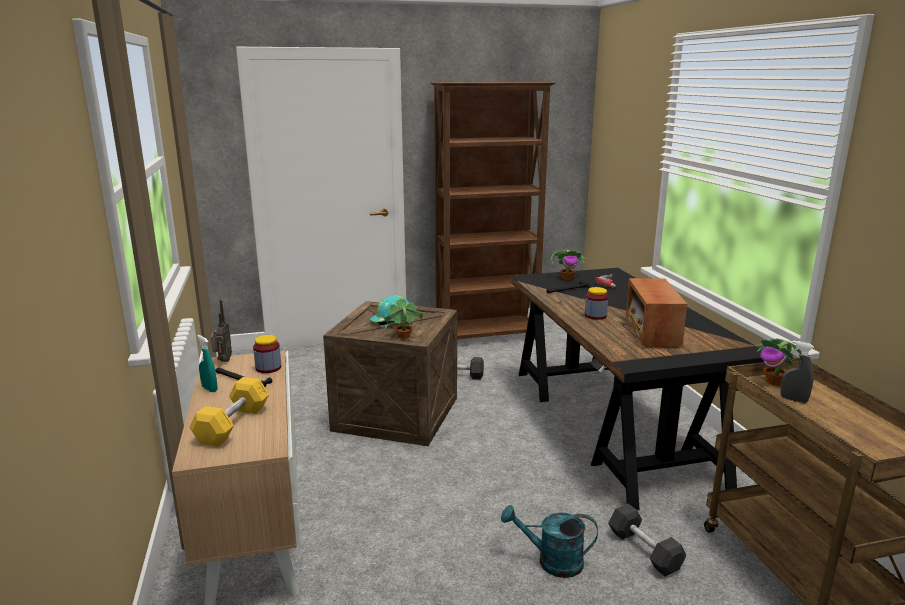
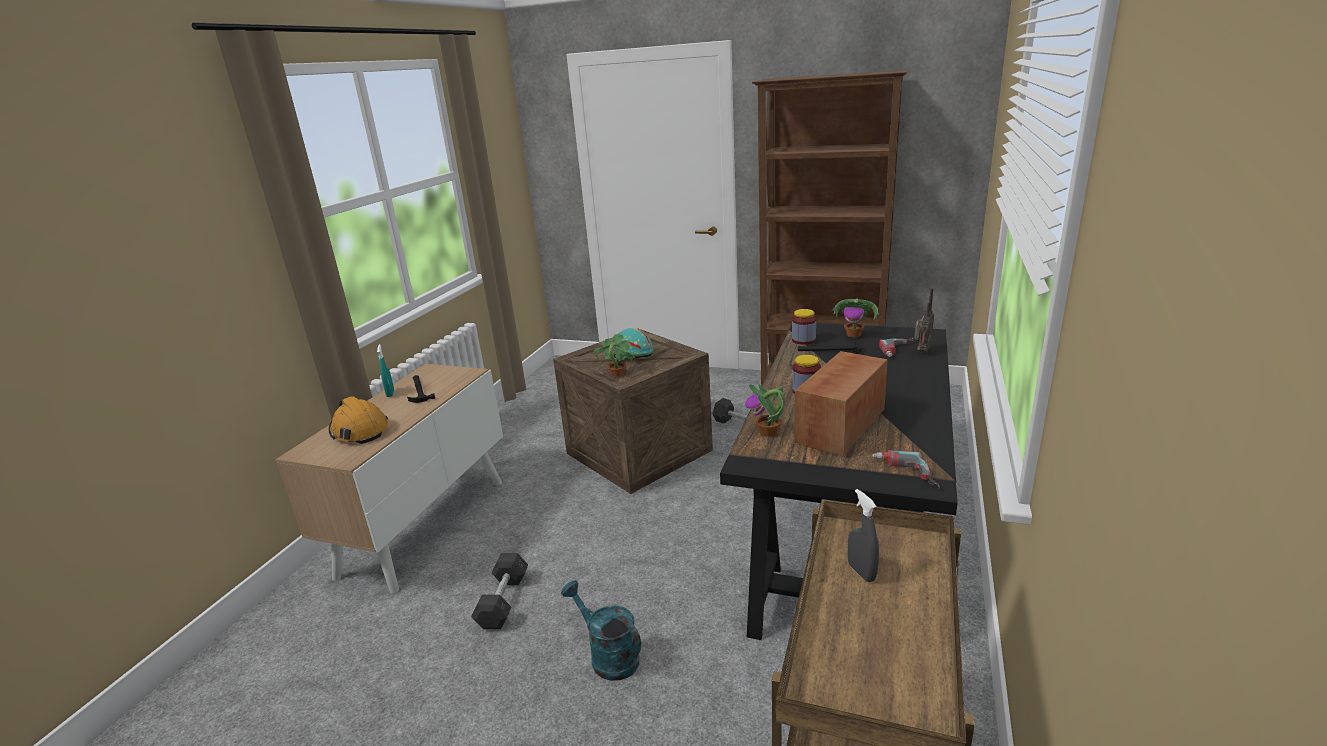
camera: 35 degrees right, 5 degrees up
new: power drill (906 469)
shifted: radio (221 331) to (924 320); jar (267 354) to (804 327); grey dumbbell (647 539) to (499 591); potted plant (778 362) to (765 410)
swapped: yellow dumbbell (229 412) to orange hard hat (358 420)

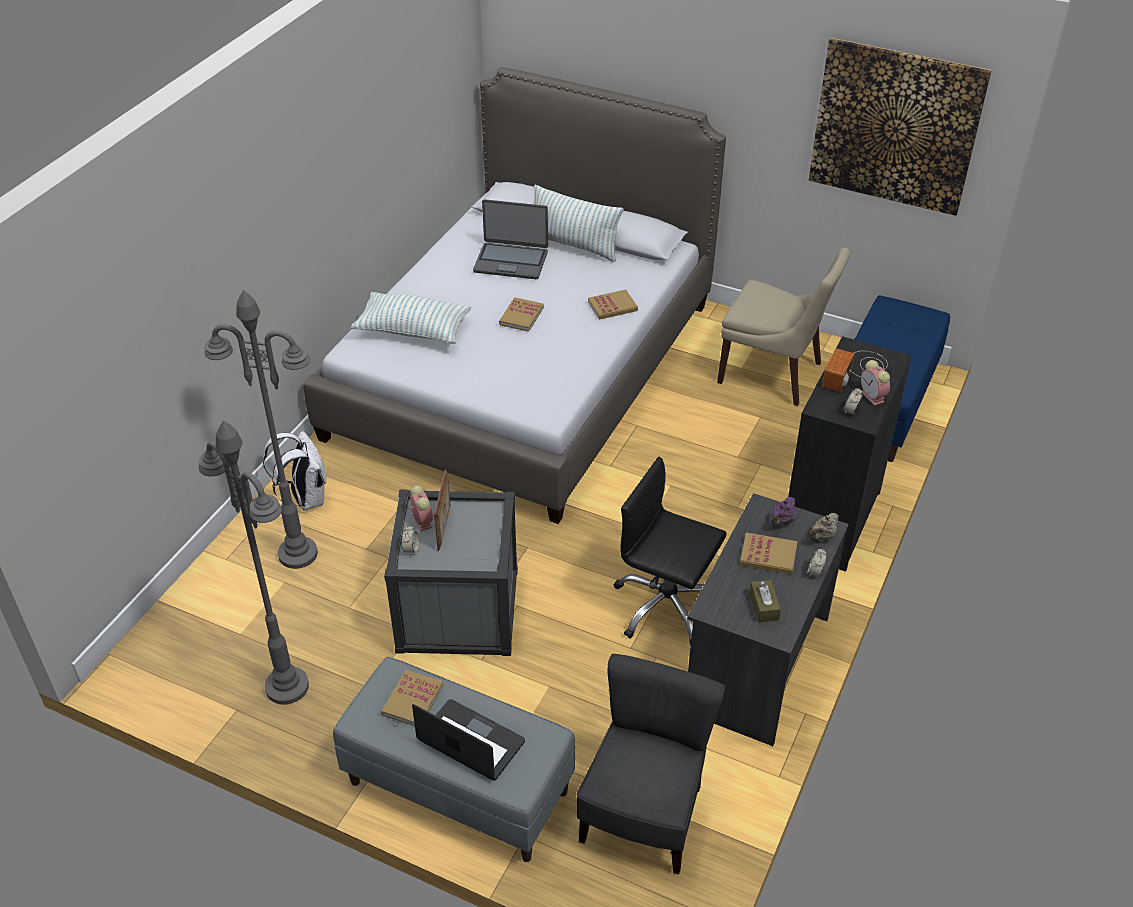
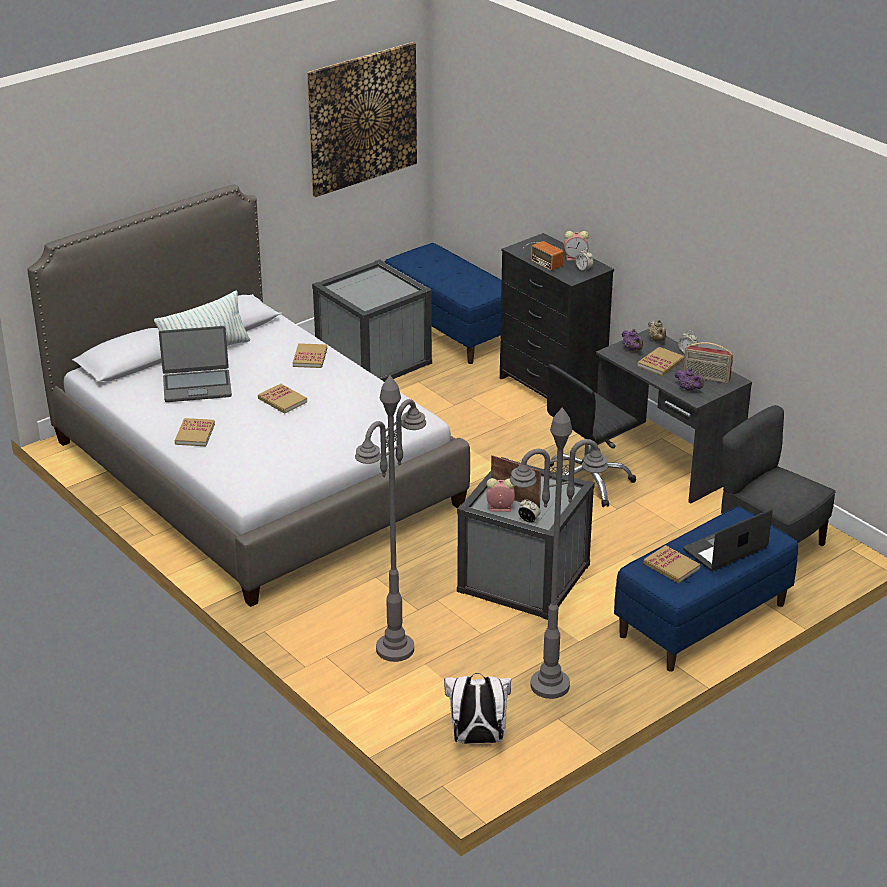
camera: 65 degrees left, 10 degrees down
gone: pillow (411 318)
new: book (195 432); purple teapot (689 379)
shifted: white backpack (295 471) to (477 708)
swapped: beige chair (783 327) to grey storage box (372 320); brown tissue box (765 601) to radio (708 362)
repainted: grey bench (454 759) to blue bench (706 589)
rotated: laptop (510 239) = (195 364) 45 degrees clockwise

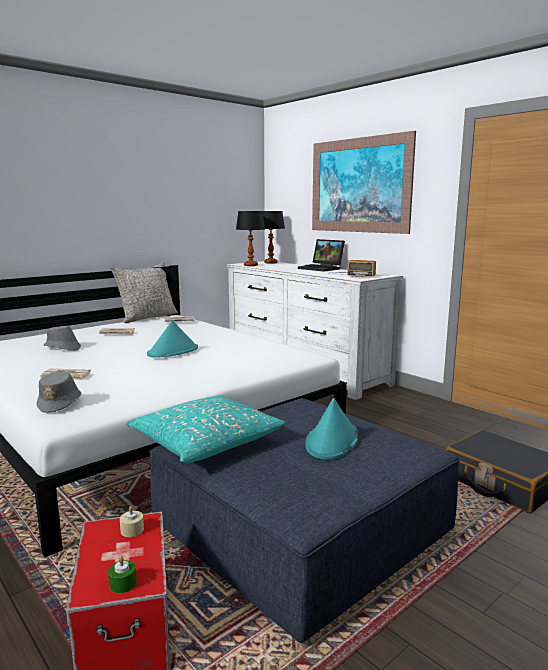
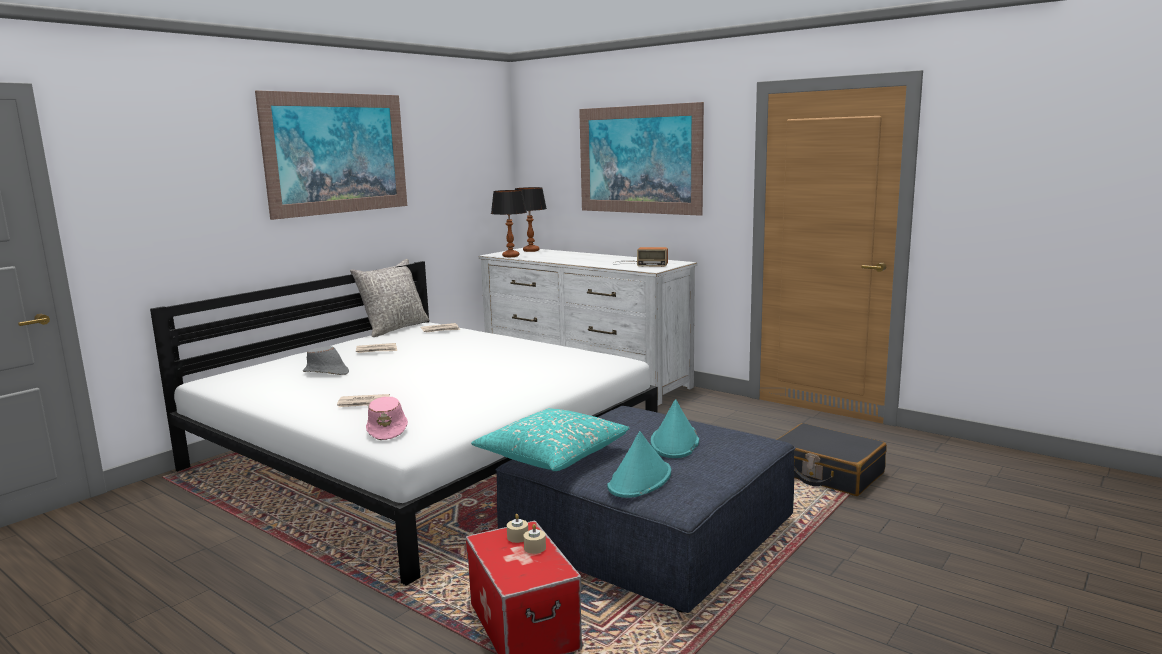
camera: 10 degrees left, 0 degrees up
gone: green candle (122 574); laptop (321 255)
new: picture (331 155); beige candle (534 539)
shifted: turquoise hat (172 339) to (639 464)
repainted: grey hat (59 392) to pink hat (387 418)

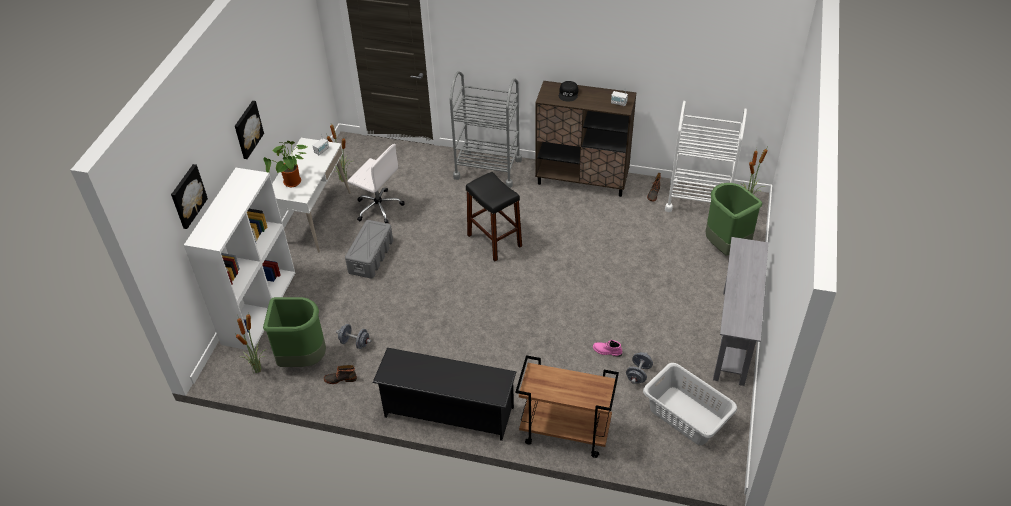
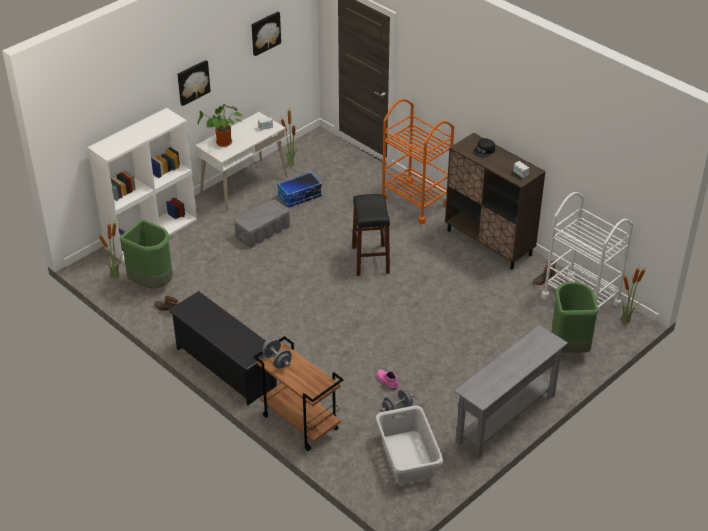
camera: 30 degrees right, 5 degrees down
shifted: picture (189 196) to (266 34); grey dumbbell (353 336) to (277 353)
swapped: white office chair (376 183) to storage box (299 190)
repainted: grey cart (486 129) to orange cart (417 161)

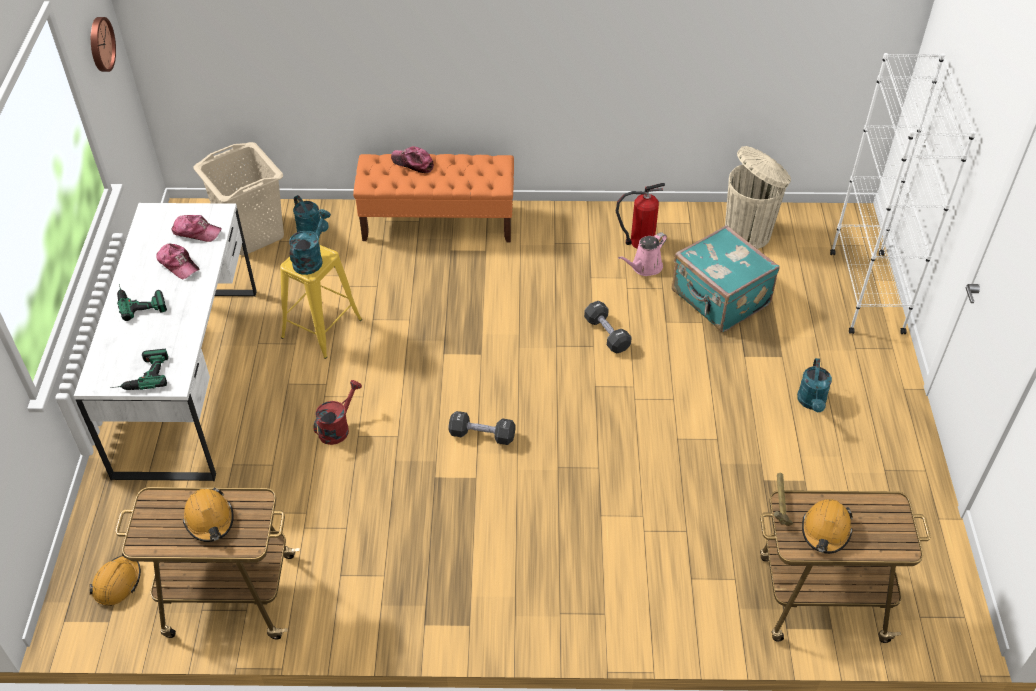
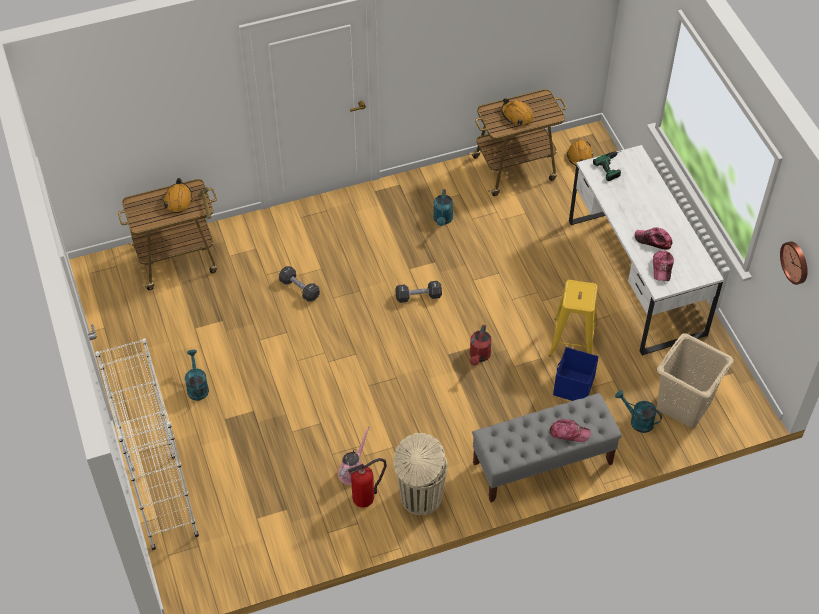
camera: 160 degrees right, 5 degrees up
gone: power drill (142 303); turquoise suitcase (726 278)
new: blue storage box (576 374)
shifted: turquoise watering can (310 242) to (443 207); red watering can (337 412) to (481 345); black dumbbell (608 327) to (299 284); beige trash can (758 197) to (420 474)
repainted: orange bench (433 198) to grey bench (547 447)
rotated: cap (196 228) = (663 266) 75 degrees counterclockwise

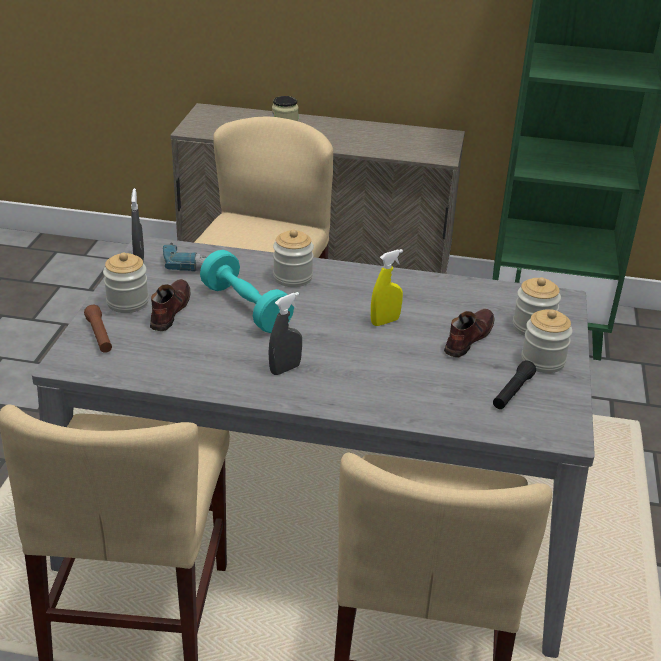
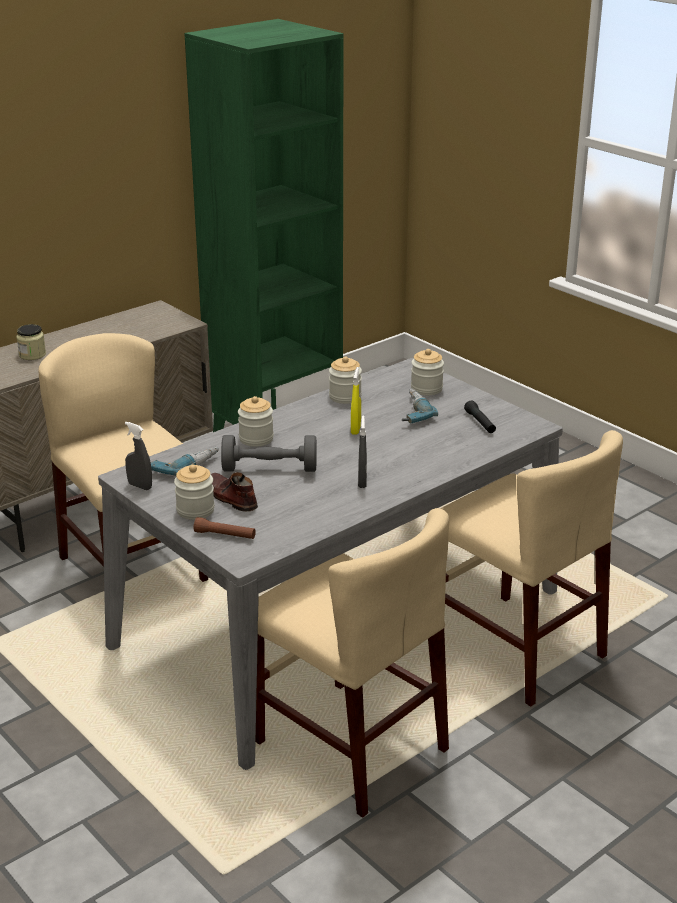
camera: 50 degrees left, 5 degrees down
shifted: jar (547 341) to (345 380)
swapped: brown shoe (469 333) to power drill (420 406)
repainted: turquoise dumbbell (247 291) to grey dumbbell (269 453)

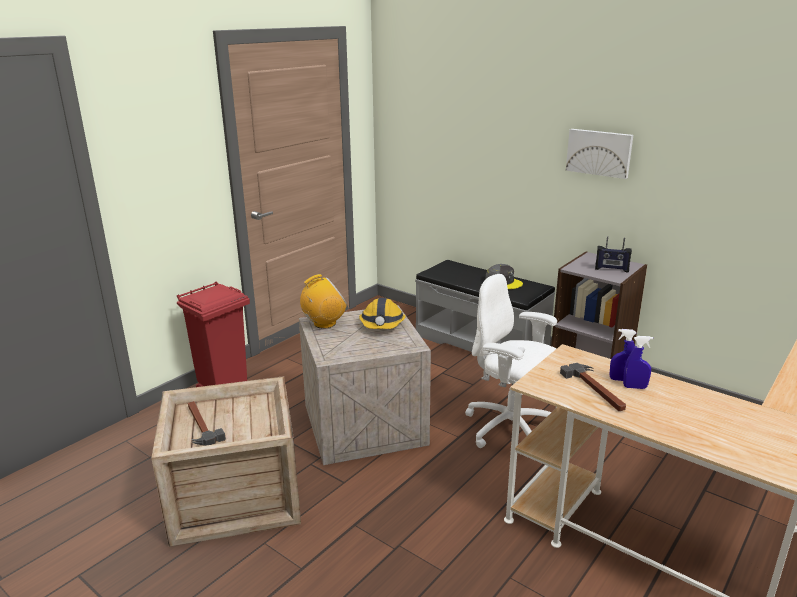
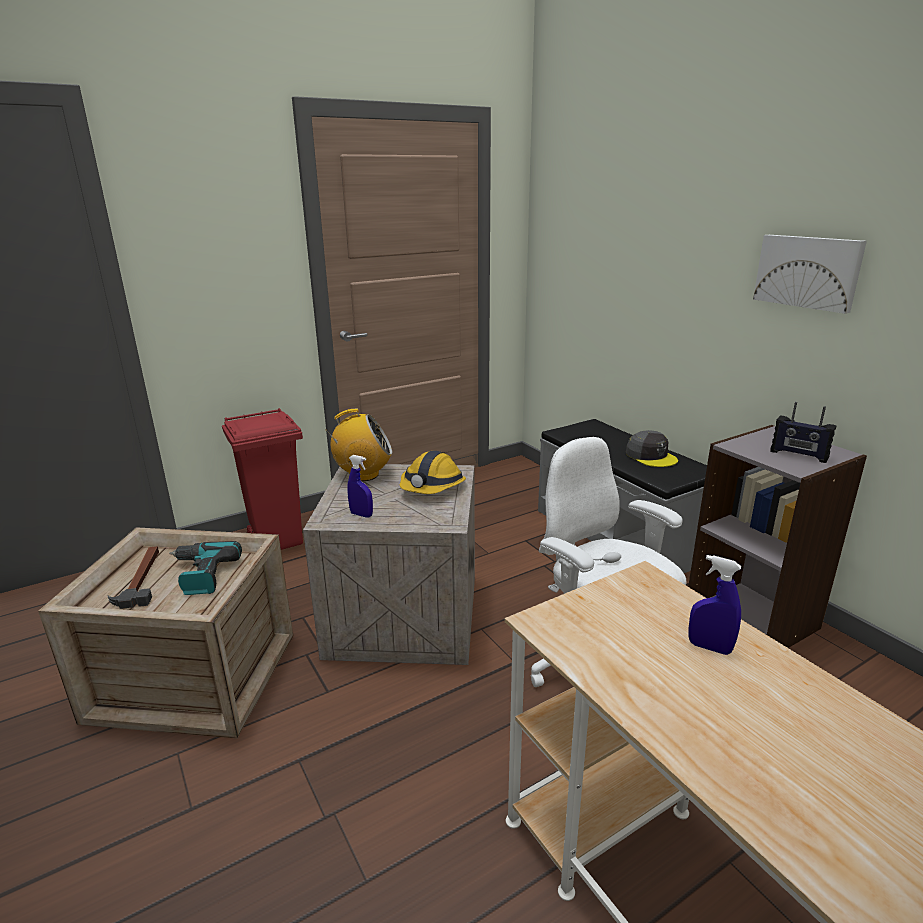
camera: 20 degrees right, 0 degrees up
gone: hammer (593 387)
new: power drill (206 568)
shifted: blue spray bottle (638 362) to (360 486)

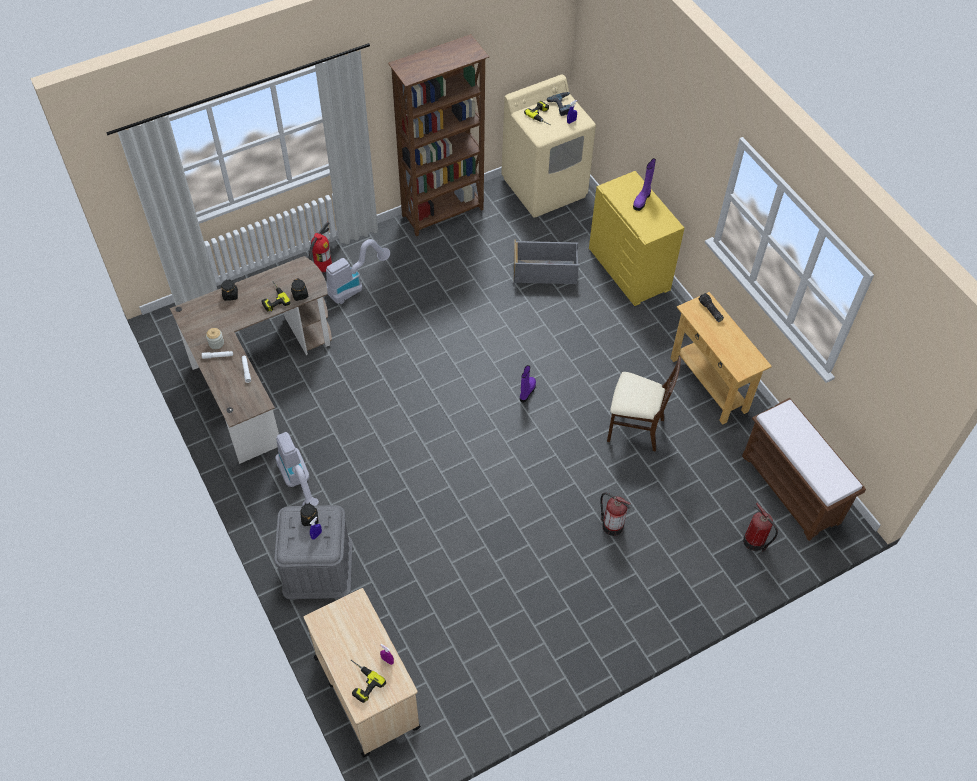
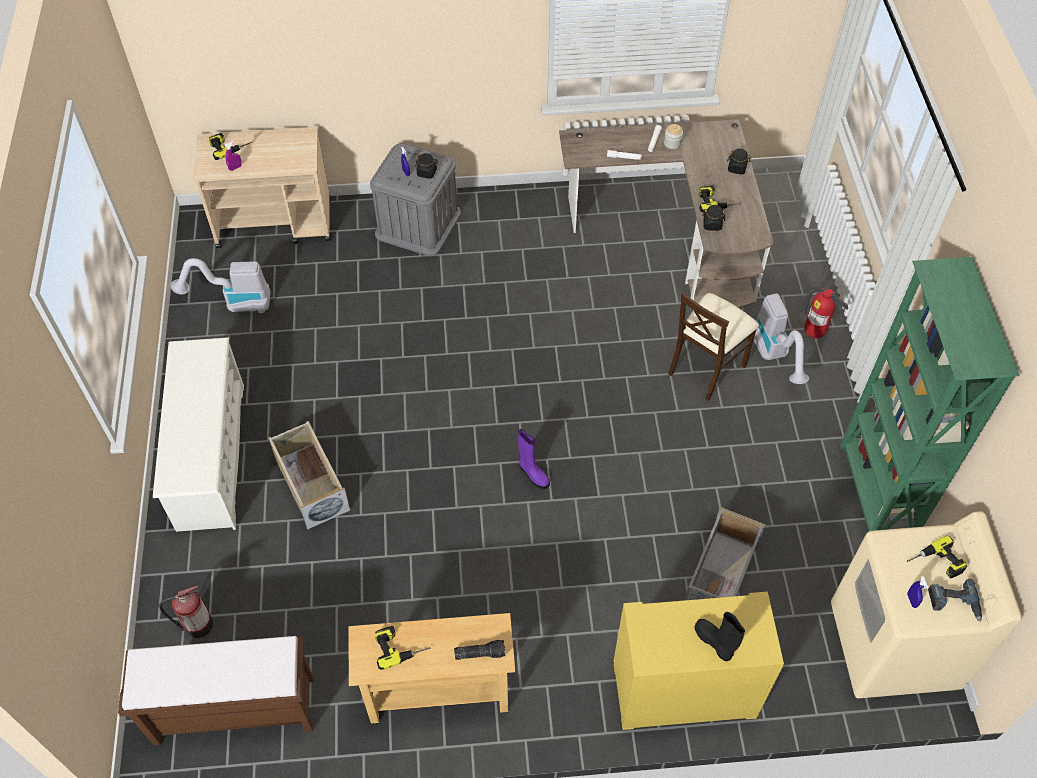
camera: 115 degrees right, 0 degrees up
new: white shoe rack (198 434); power drill (403 648)
shifted: vacuum cleaner (297 469) to (220 285); beige chair (644 404) to (713 346)
swapped: fire extinguisher (615 514) to beige storage box (309 475)
repainted: brown bookcase (438 135) to green bookcase (930 394); purple boot (644 184) to black boot (720 636)

